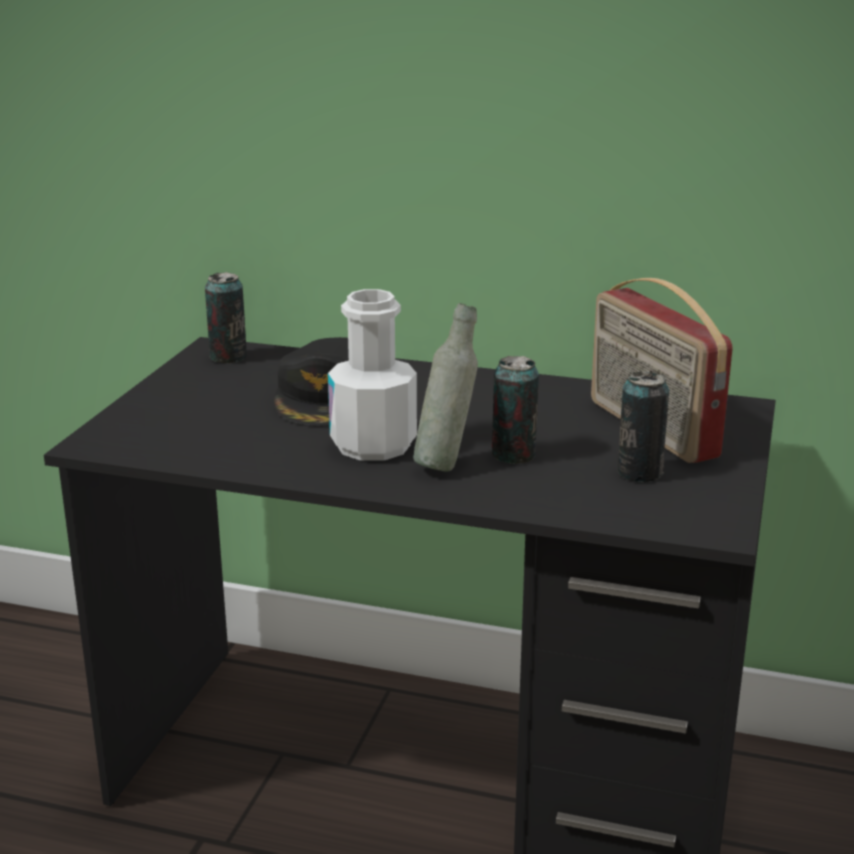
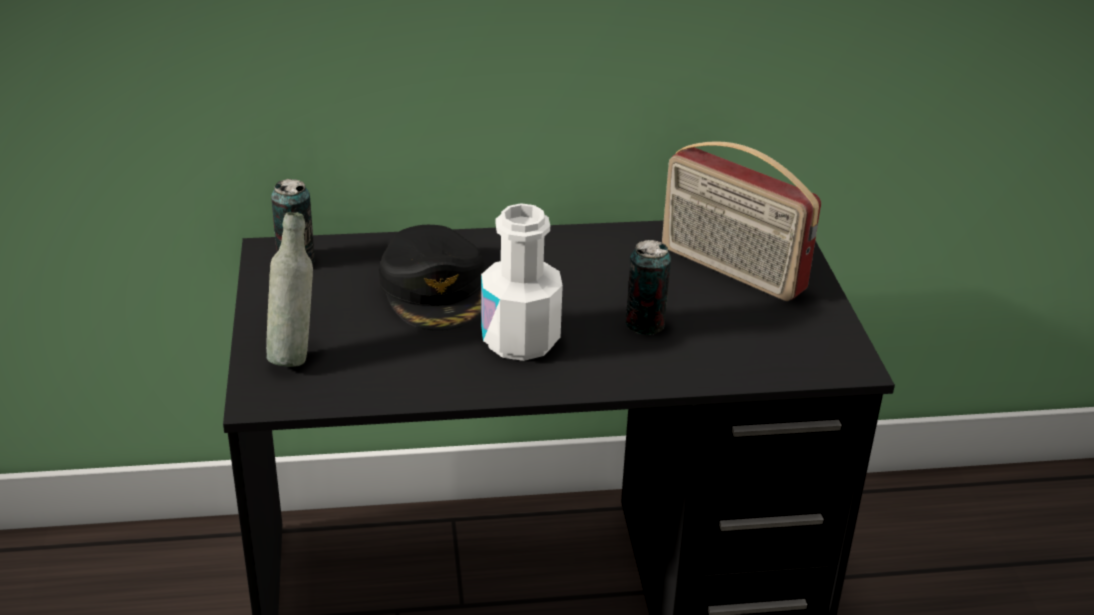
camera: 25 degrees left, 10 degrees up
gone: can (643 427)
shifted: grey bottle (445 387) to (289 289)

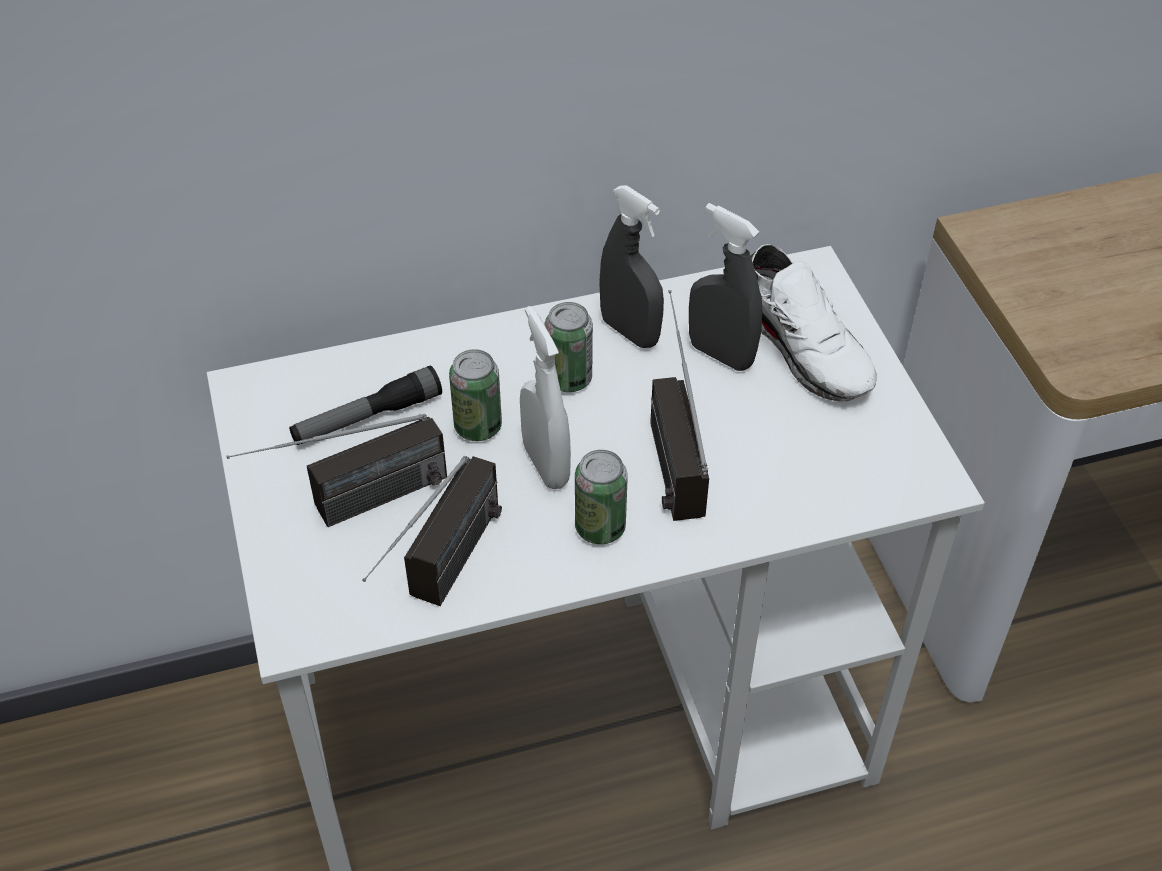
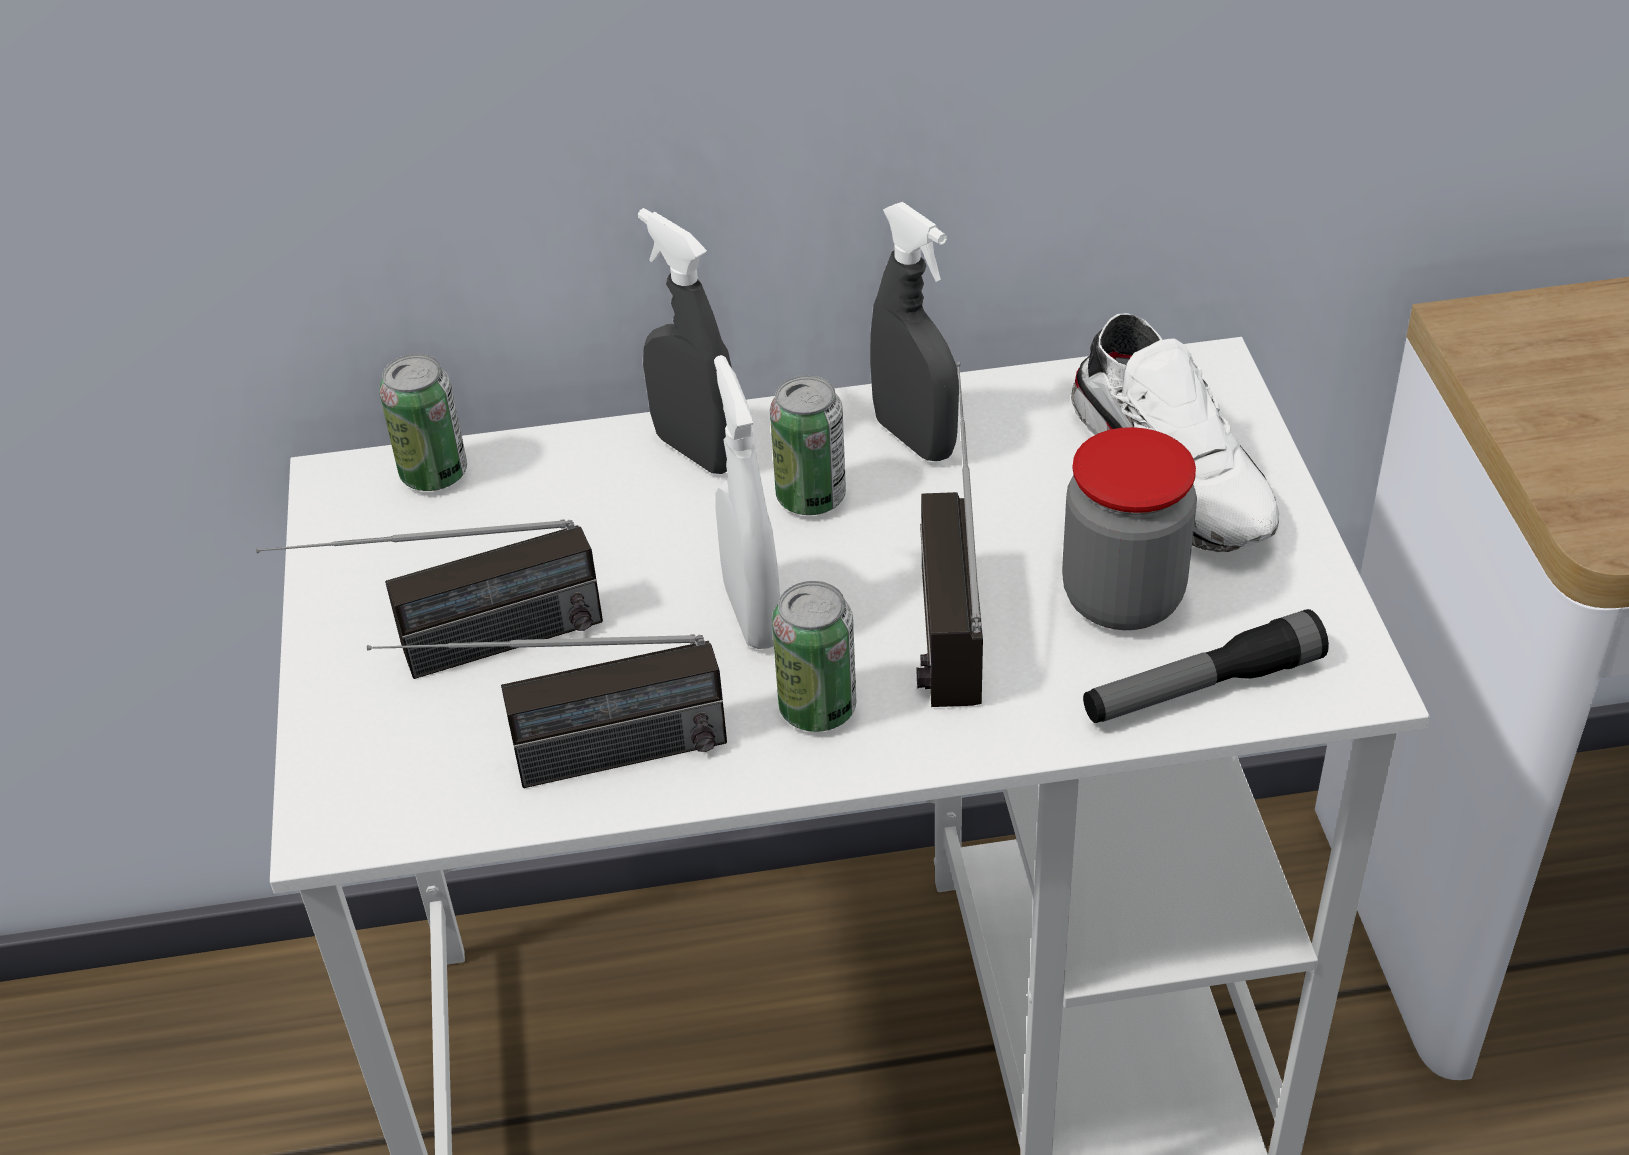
camera: 10 degrees right, 5 degrees down
new: jar (1129 528)
shifted: flashlight (365 405) to (1206 666); can (475 395) to (423 422); grey spray bottle (726 287) to (685 341)
rotated: radio (432 531) = (547 711) 45 degrees clockwise

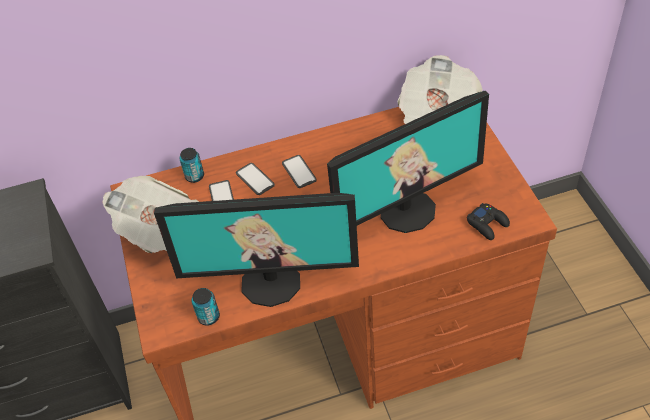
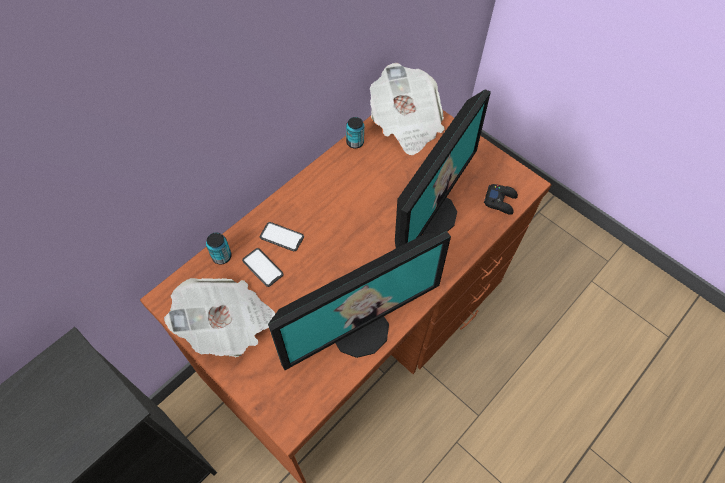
camera: 35 degrees left, 10 degrees up
gone: phone (299 171)
shifted: can (206 307) to (355 132)

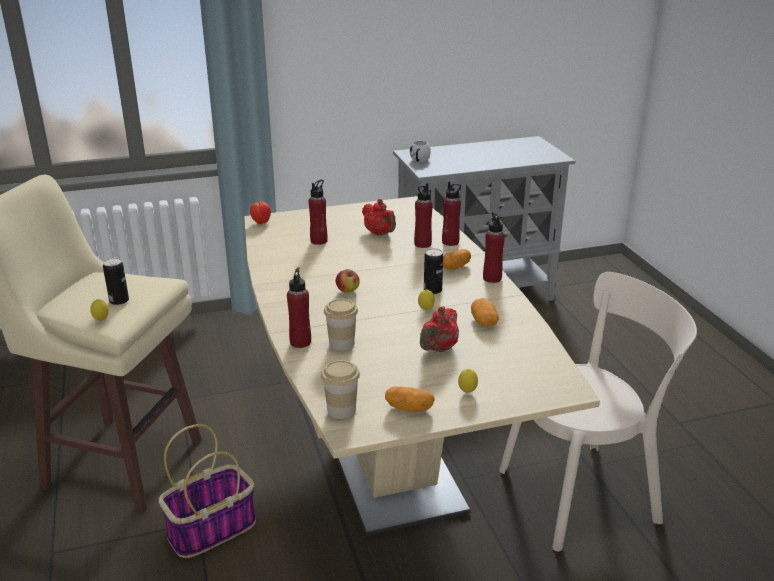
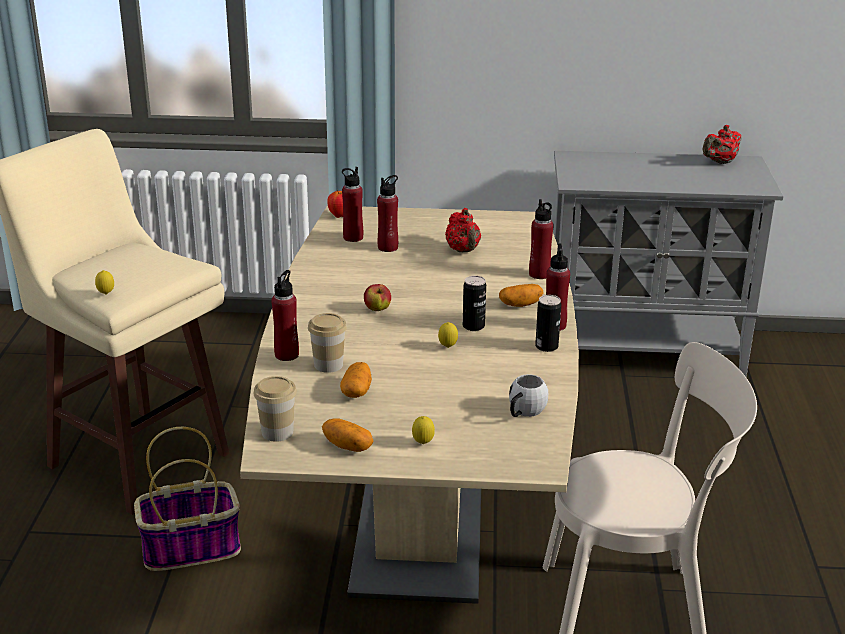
camera: 20 degrees right, 0 degrees up
shifted: can (116 281) to (548 323); white mug (420 151) to (528 395); red bottle (423 215) to (352 204); red teapot (439 329) to (722 144); potato (485 312) to (356 380)

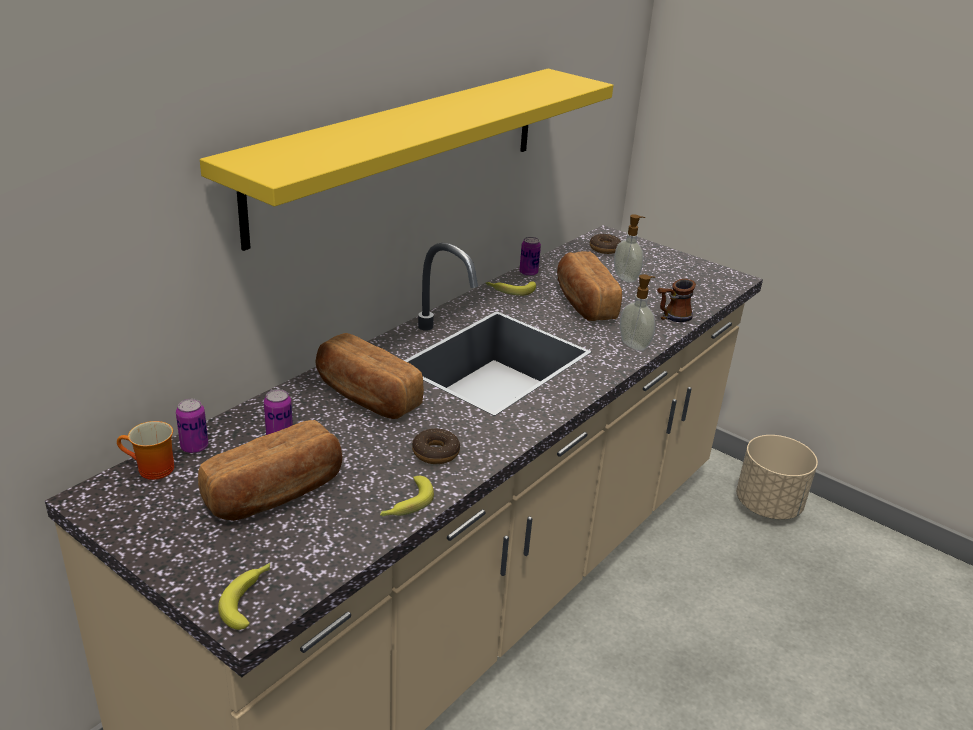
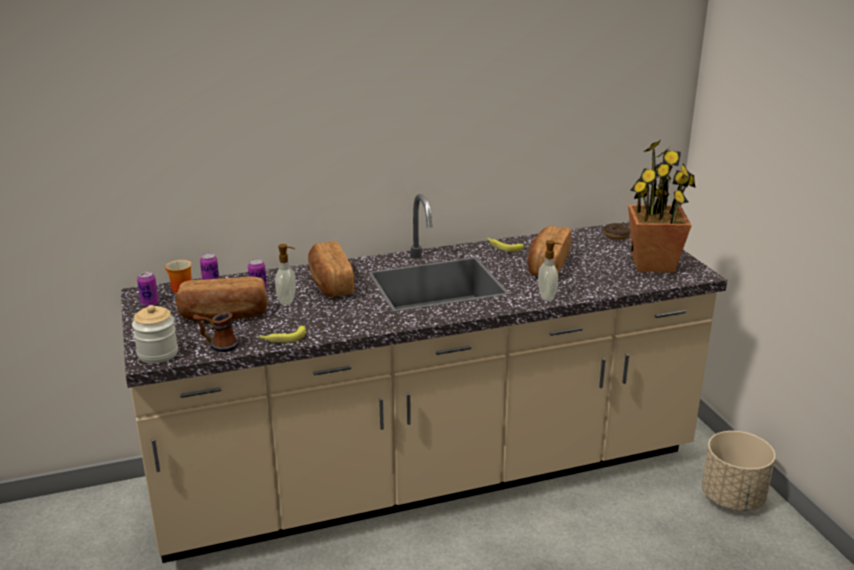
camera: 35 degrees right, 5 degrees down
gone: yellow shelf (406 160); donut (436 446)
new: potted plant (662 207)
shifted: can (530 256) to (148 289); soap dispenser (629 248) to (285 274); mug (676 300) to (215 332)
swapped: banana (244 596) to jar (155 334)

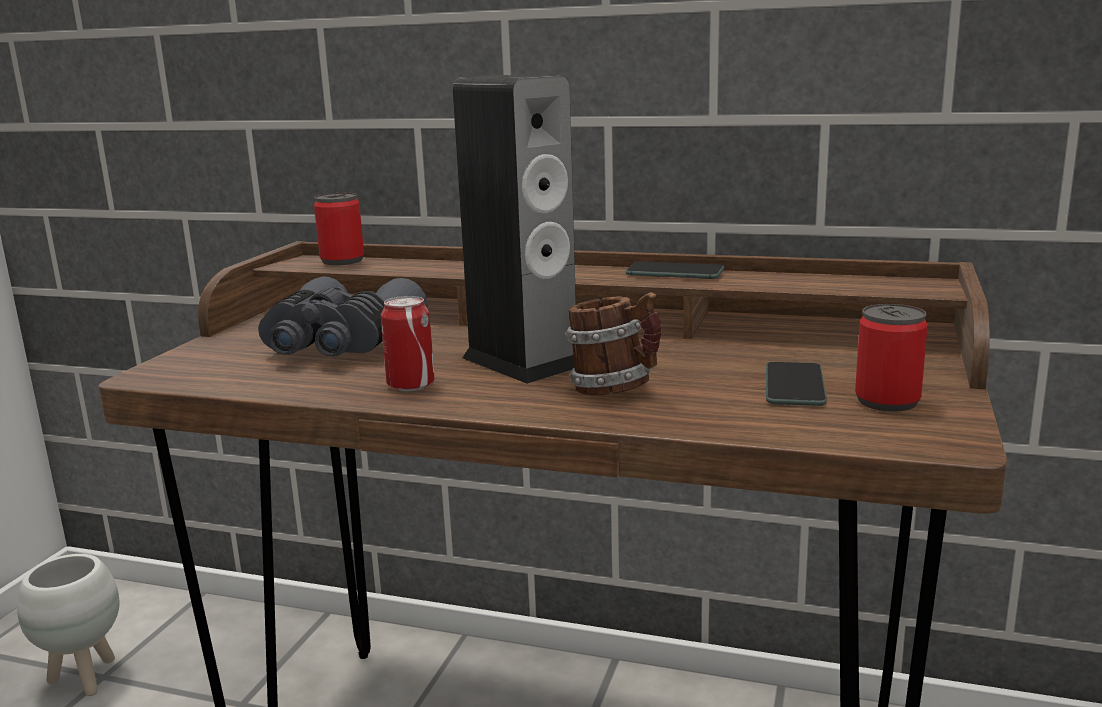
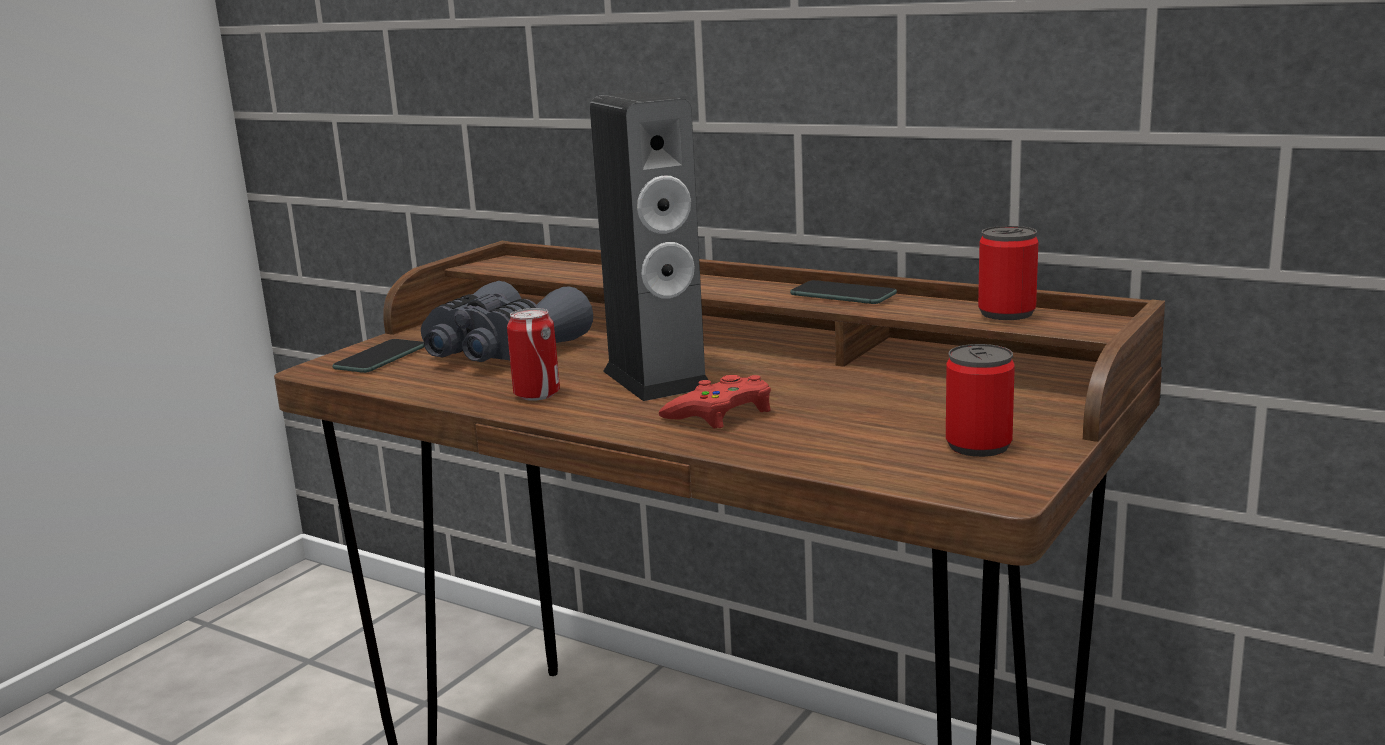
camera: 15 degrees right, 0 degrees up
gone: white planter (68 625)
shifted: can (339 229) to (1008 273); phone (796 384) to (378 356)
swapped: mug (613 343) to red game controller (715 402)

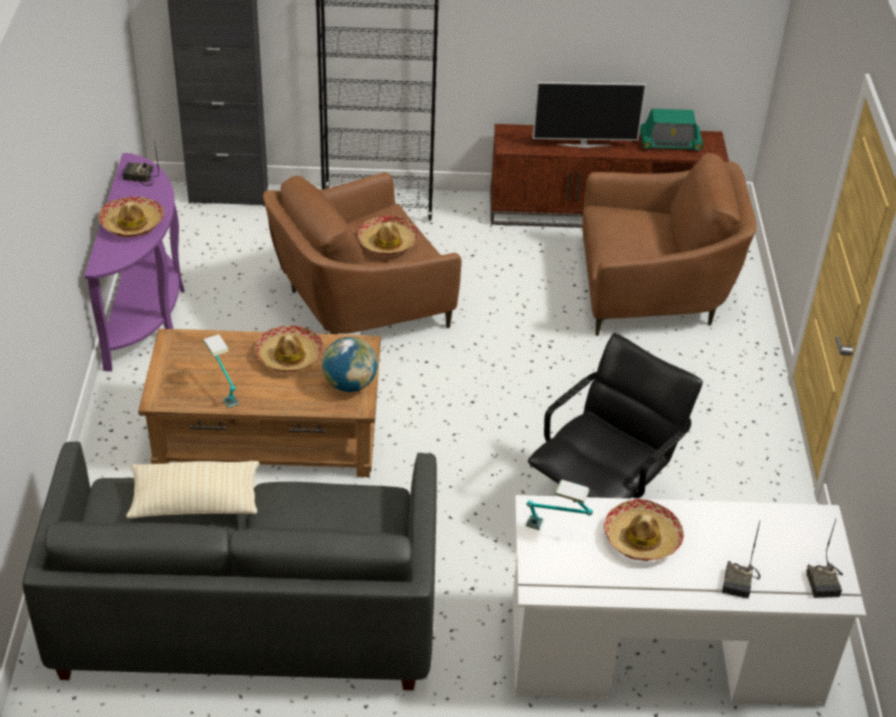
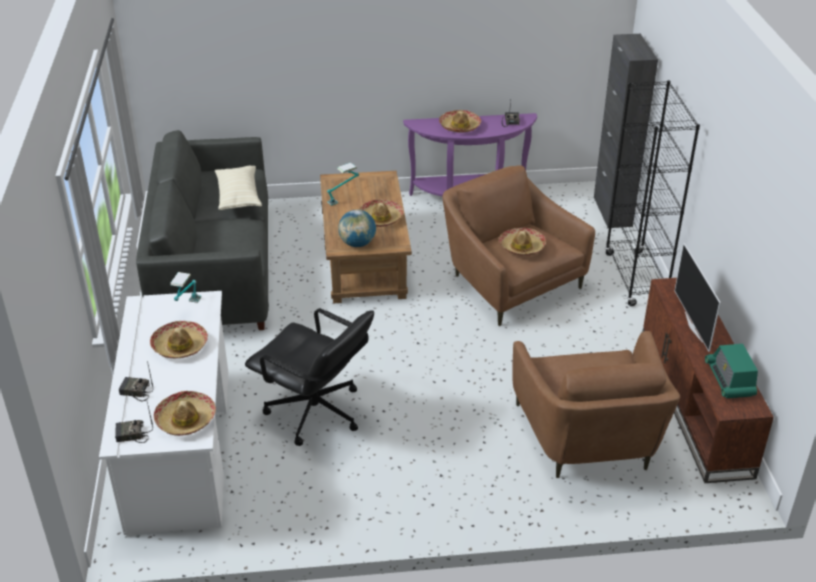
camera: 85 degrees right, 5 degrees down
new: hat (185 413)

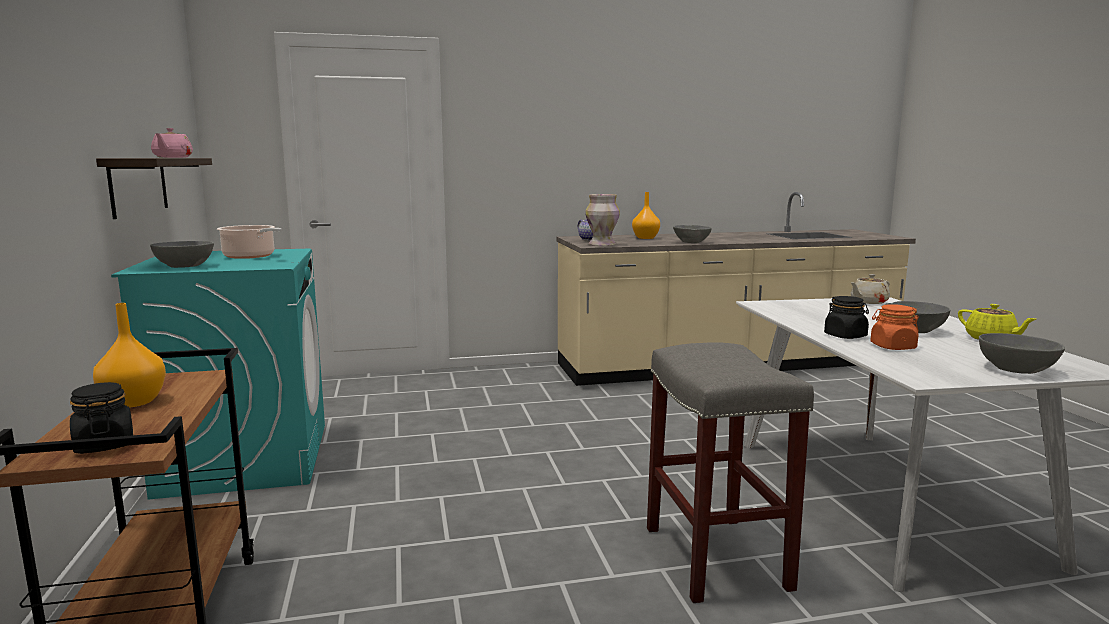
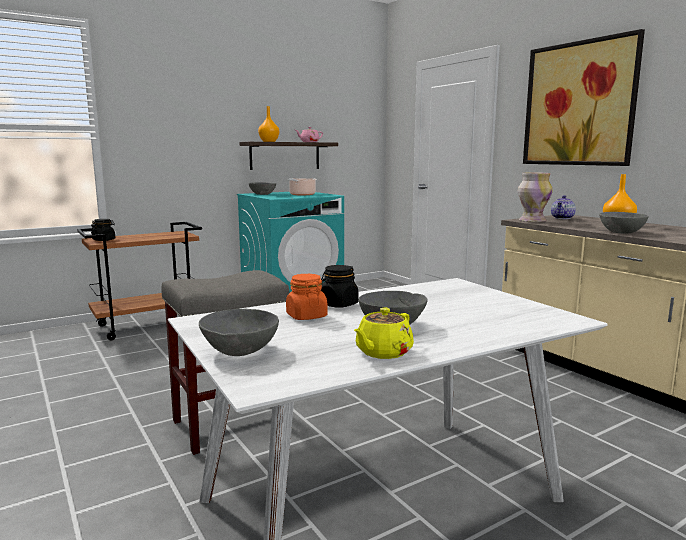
camera: 70 degrees right, 0 degrees up
gone: beige teapot (870 289)
new: picture (584 97)
shifted: orange vase (129 355) to (268 124)

